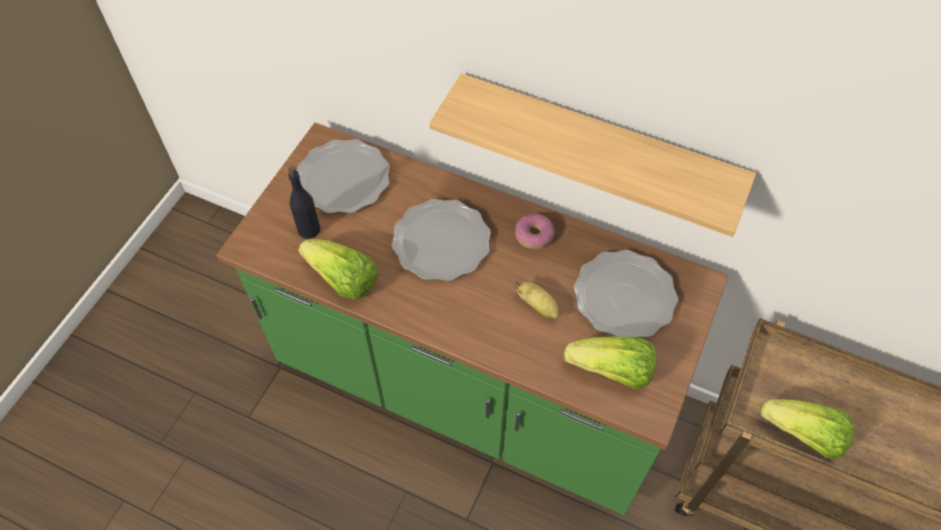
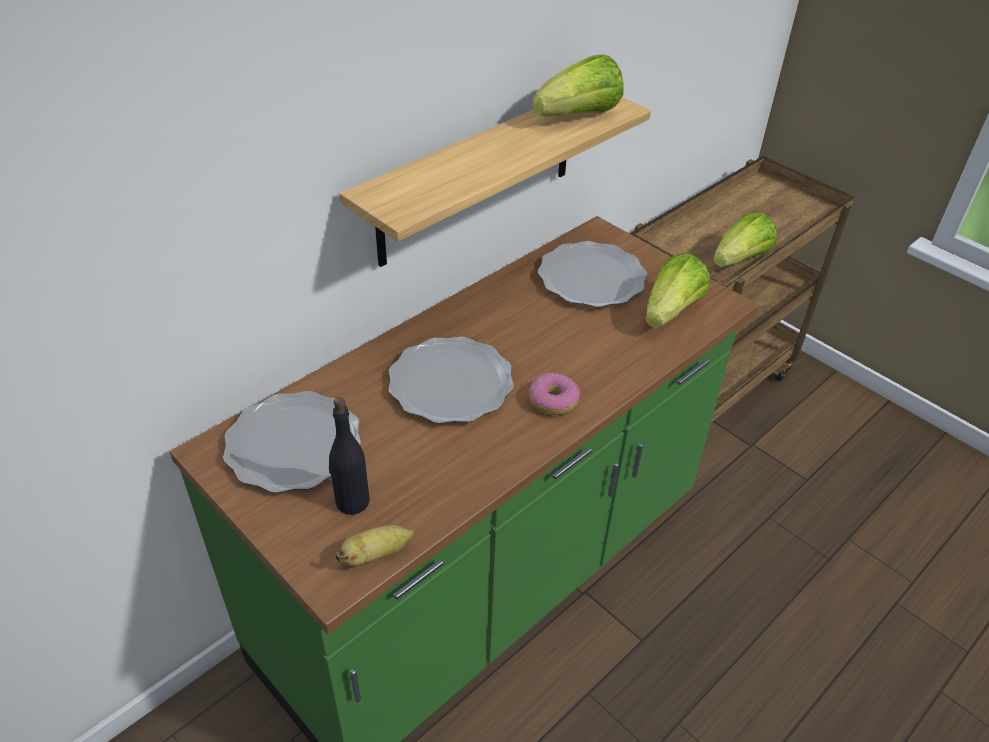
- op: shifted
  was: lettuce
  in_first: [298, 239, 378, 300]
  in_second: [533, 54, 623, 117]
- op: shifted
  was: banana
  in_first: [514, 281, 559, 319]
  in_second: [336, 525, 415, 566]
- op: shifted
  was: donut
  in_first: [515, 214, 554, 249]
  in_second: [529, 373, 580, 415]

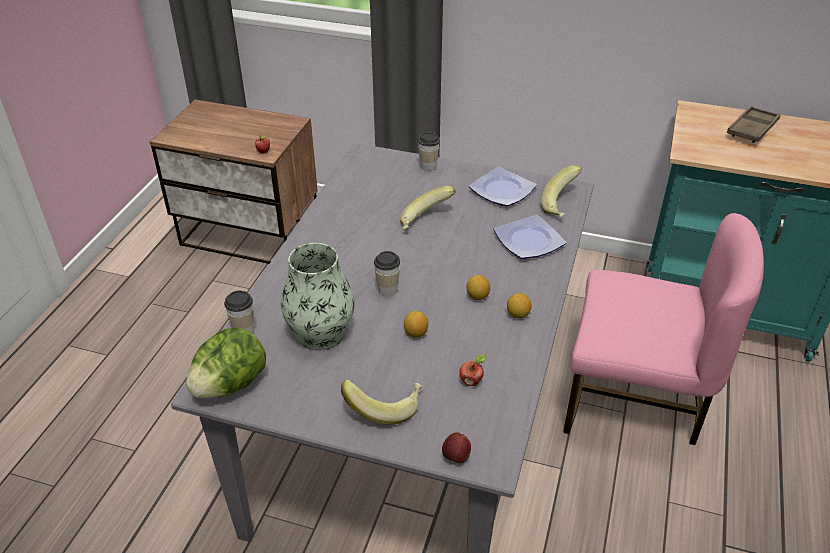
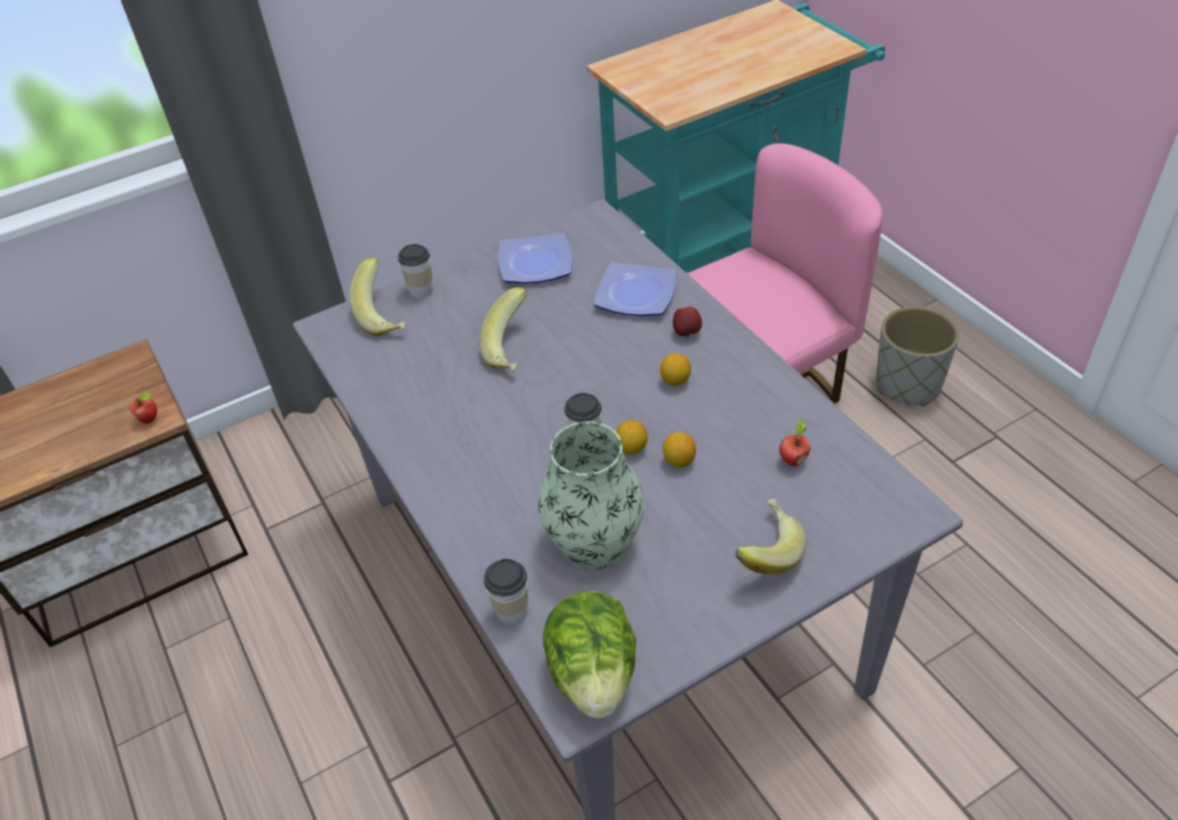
- op: gone
  was: tray (brown)
  in_first: [727, 106, 780, 143]
- op: new
  now: planter (grey)
  in_second: [876, 306, 959, 406]
- op: shifted
  was: apple
  in_first: [442, 433, 471, 463]
  in_second: [673, 307, 702, 338]
- op: shifted
  was: lemon
  in_first: [507, 293, 532, 319]
  in_second: [616, 420, 648, 455]
- op: shifted
  was: banana
  in_first: [541, 165, 582, 217]
  in_second: [349, 258, 405, 336]

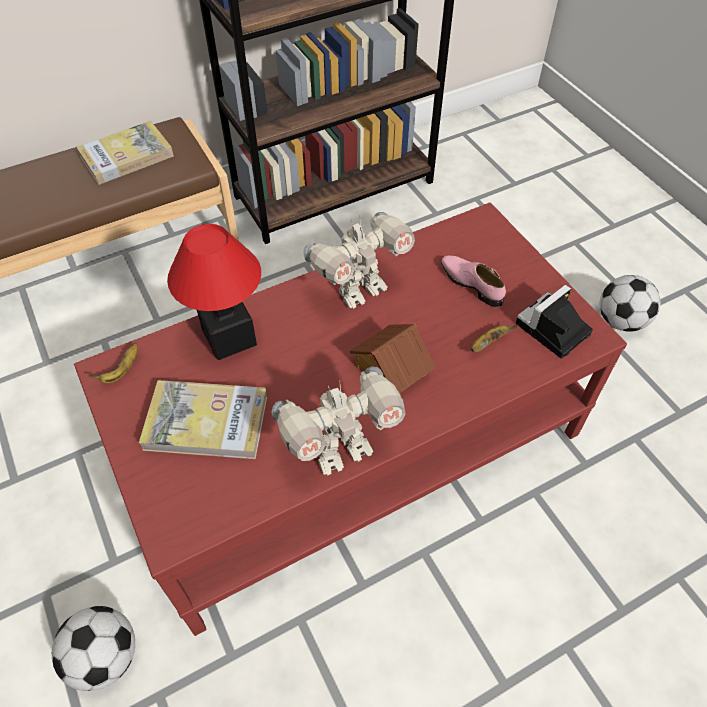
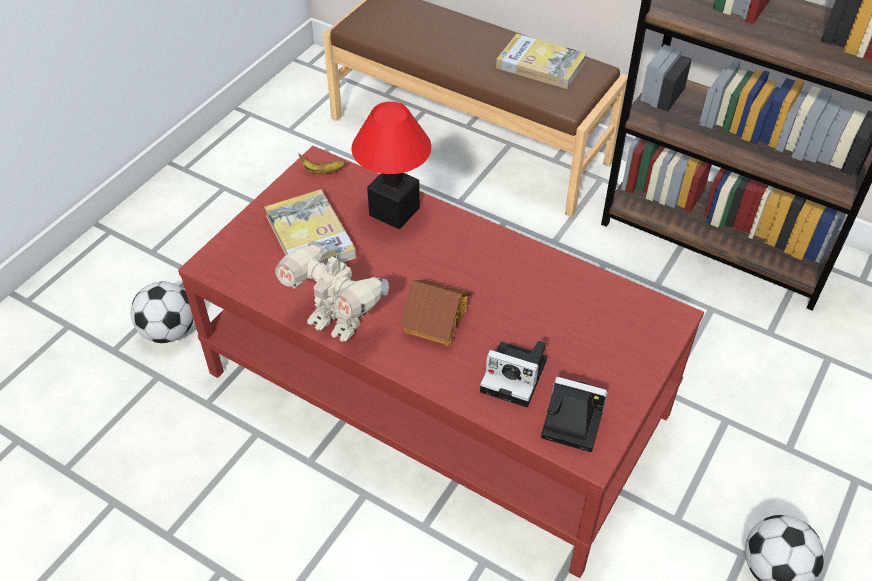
- op: gone
  was: toy robot
  in_first: [303, 212, 415, 309]
- op: gone
  was: shoe (pink)
  in_first: [441, 256, 506, 307]
- op: swapped
  was: banana
  now: photo camera
  in_first: [471, 324, 518, 352]
  in_second: [480, 341, 547, 407]

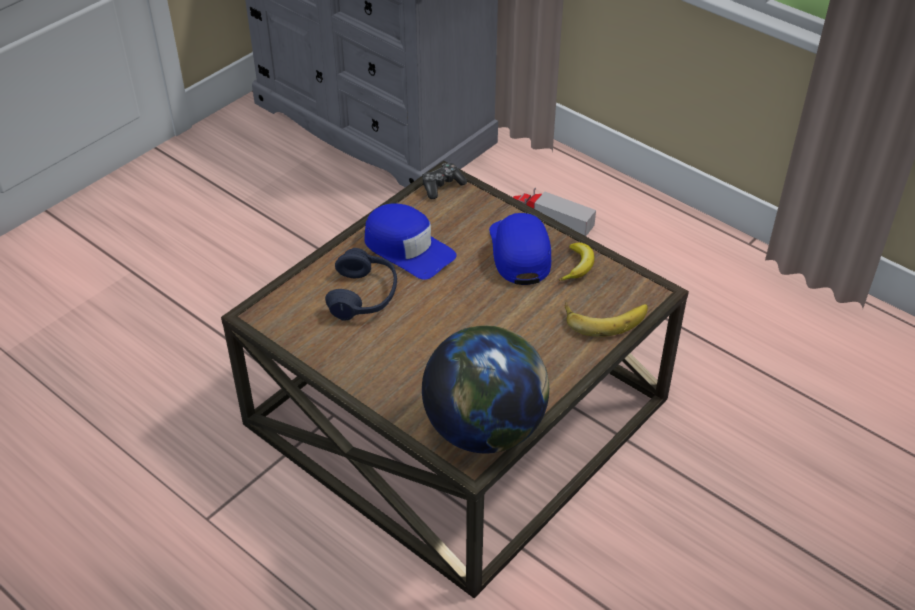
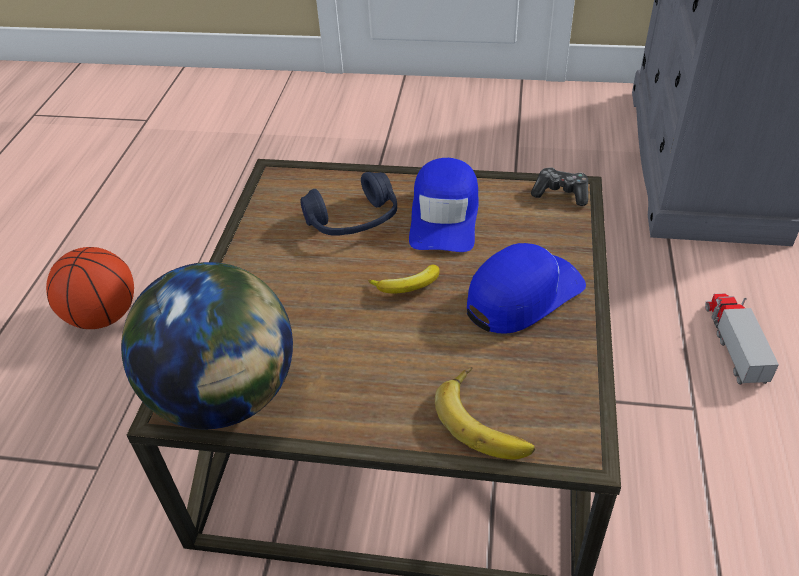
- op: new
  now: basketball
  in_second: [46, 247, 134, 329]
- op: shifted
  was: banana
  in_first: [559, 243, 594, 281]
  in_second: [368, 264, 440, 294]

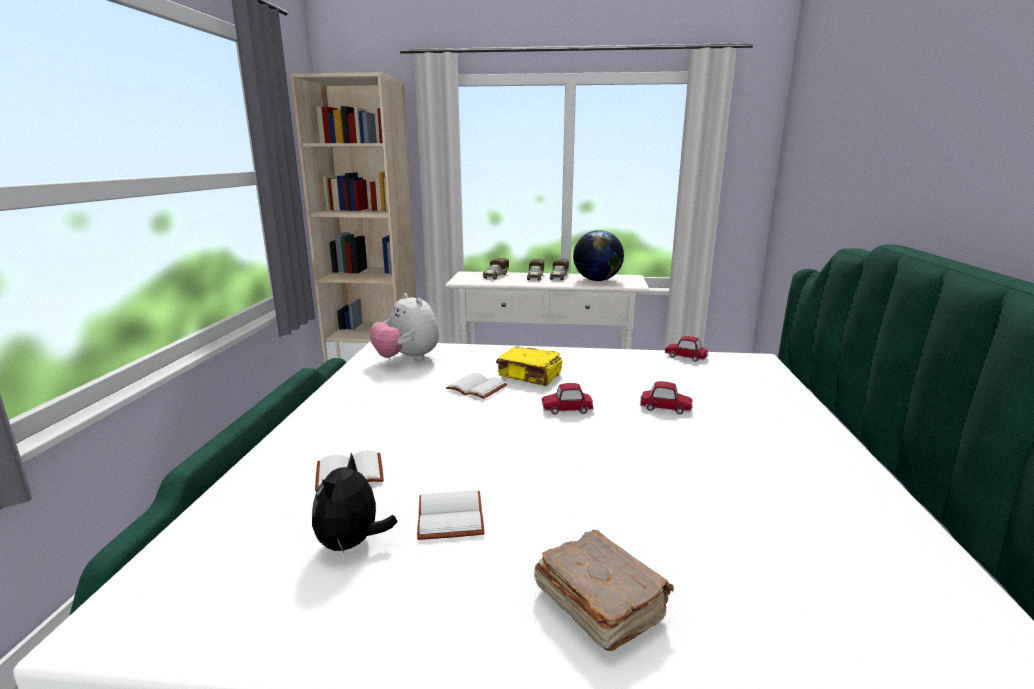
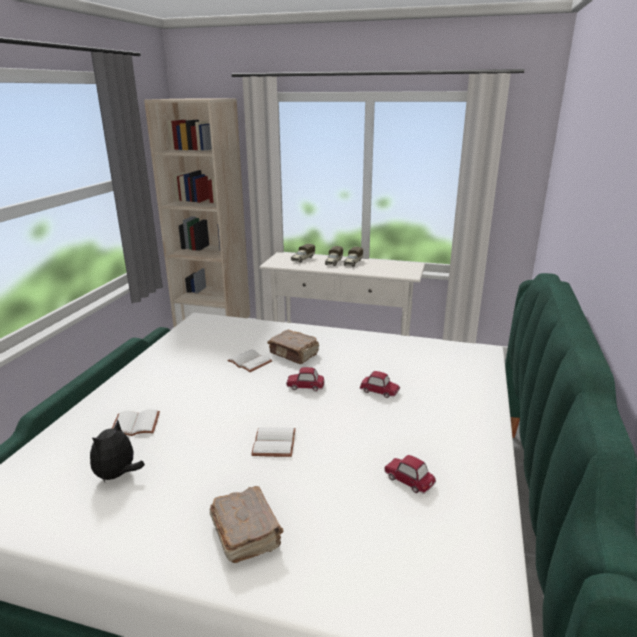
- op: gone
  was: plush toy
  in_first: [370, 293, 439, 361]
- op: gone
  was: globe
  in_first: [573, 230, 624, 281]
- op: shifted
  was: book (white)
  in_first: [417, 490, 484, 540]
  in_second: [251, 427, 296, 457]
- op: shifted
  was: toy car
  in_first: [665, 336, 708, 362]
  in_second: [384, 455, 436, 494]
- op: repainted
  was: book (yellow)
  now: book (brown)
  in_first: [496, 346, 562, 386]
  in_second: [267, 330, 319, 364]

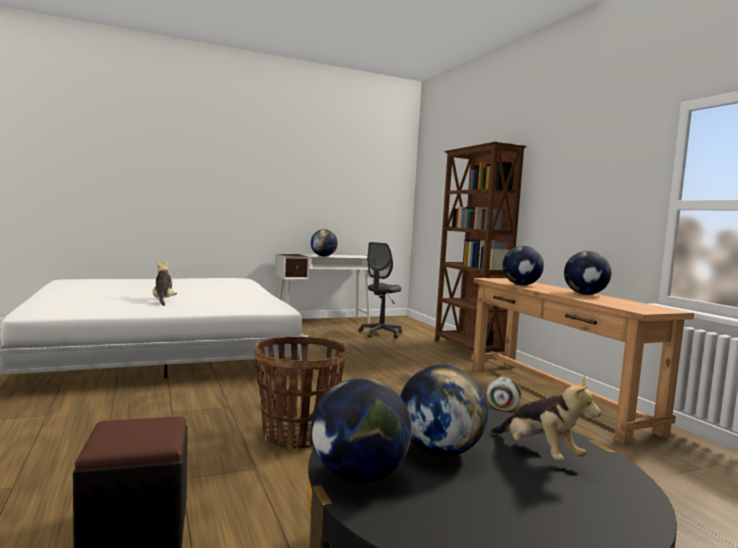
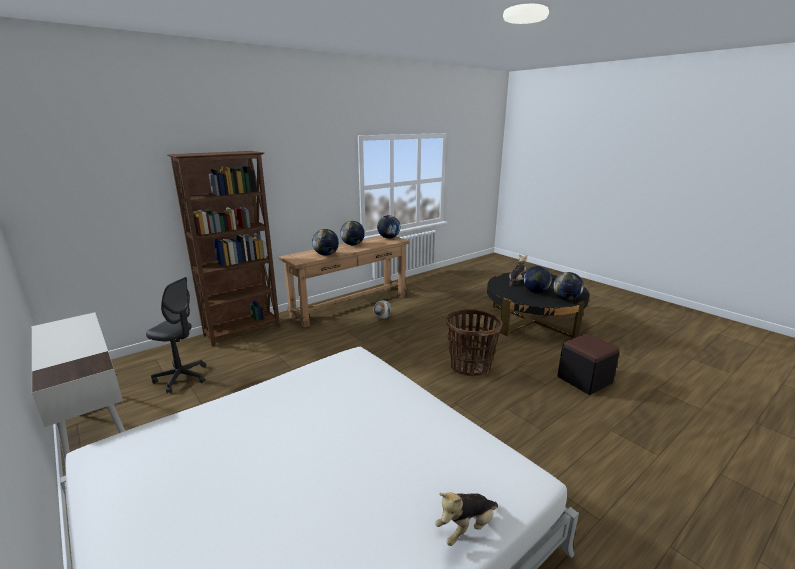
- op: shifted
  was: plush toy
  in_first: [153, 261, 177, 306]
  in_second: [435, 492, 498, 546]
- op: shifted
  was: globe
  in_first: [311, 229, 338, 256]
  in_second: [377, 215, 400, 239]

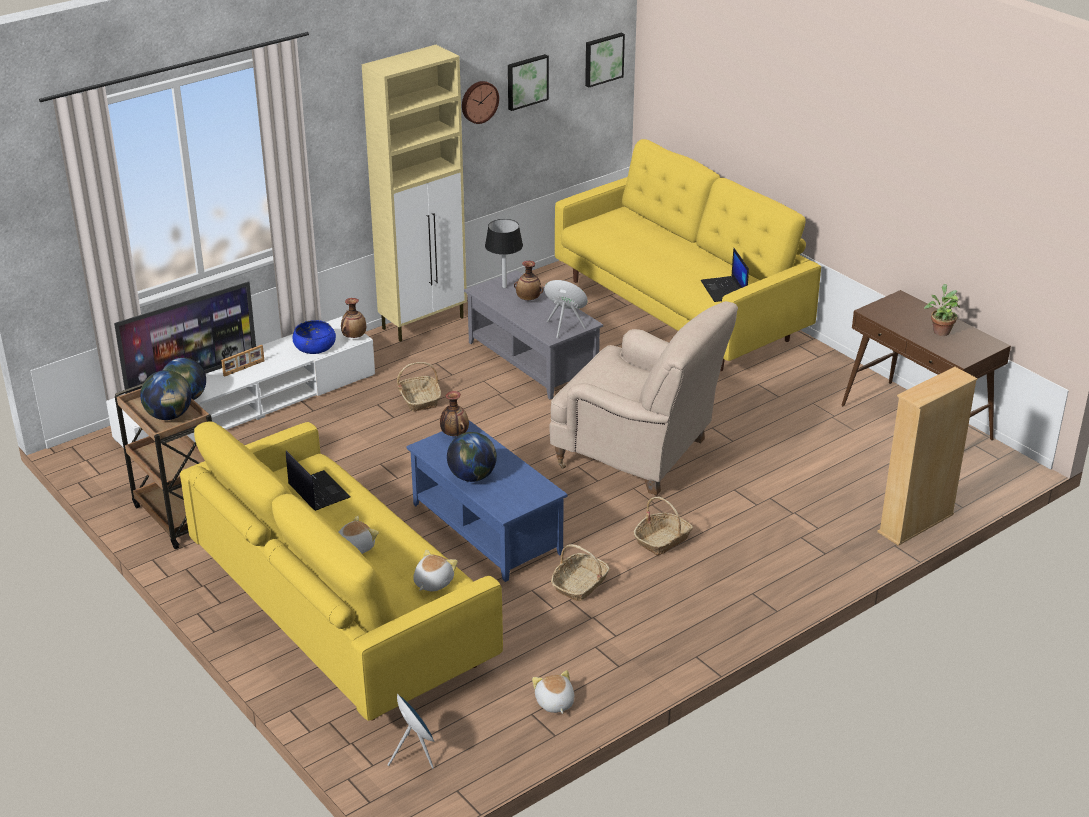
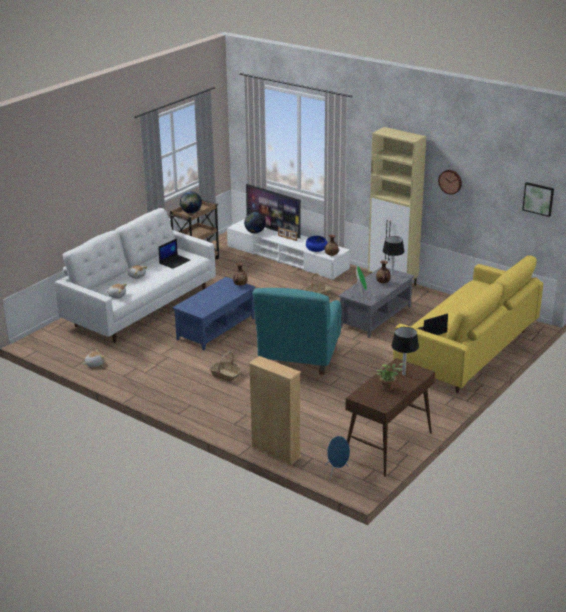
- op: gone
  was: globe
  in_first: [447, 432, 497, 482]
- op: gone
  was: picture
  in_first: [508, 54, 549, 111]
- op: gone
  was: basket
  in_first: [551, 544, 610, 601]
- op: new
  now: table lamp (black)
  in_second: [391, 327, 419, 376]
- op: shifted
  was: speaker (blue)
  in_first: [388, 693, 435, 769]
  in_second: [325, 436, 350, 480]
- op: repainted
  was: sofa (yellow)
  now: sofa (white)
  in_first: [180, 422, 503, 721]
  in_second: [54, 208, 216, 343]
- op: repainted
  was: armchair (beige)
  now: armchair (turquoise)
  in_first: [550, 301, 738, 496]
  in_second: [252, 288, 342, 375]

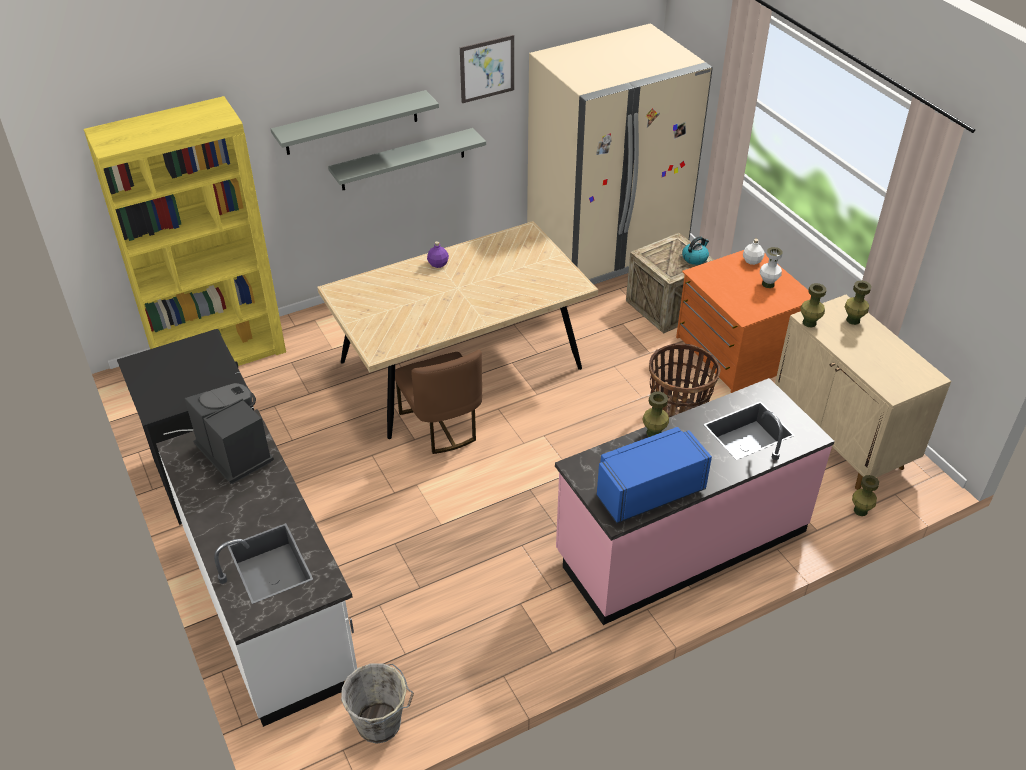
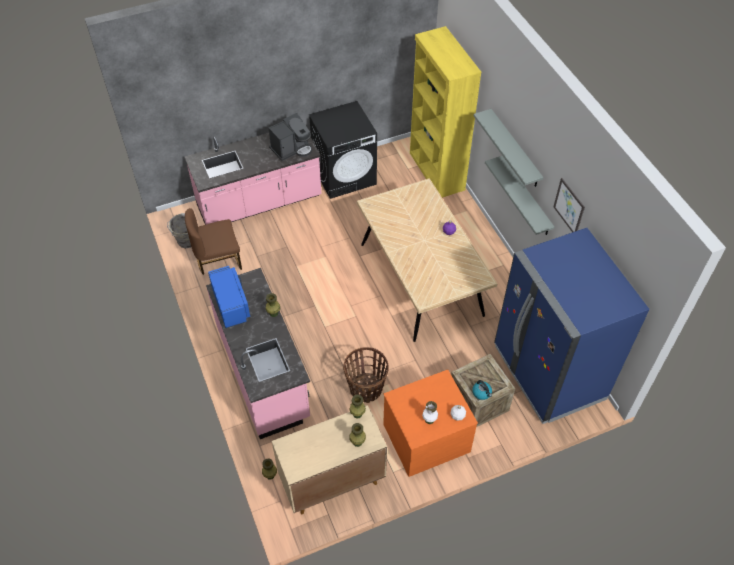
- op: shifted
  was: chair (brown)
  in_first: [395, 350, 482, 454]
  in_second: [185, 208, 242, 275]
- op: repainted
  was: counter (white)
  now: counter (pink)
  in_first: [156, 409, 357, 727]
  in_second: [184, 133, 321, 225]
- op: repainted
  was: fridge (beige)
  now: fridge (blue)
  in_first: [527, 23, 713, 284]
  in_second: [494, 228, 650, 424]

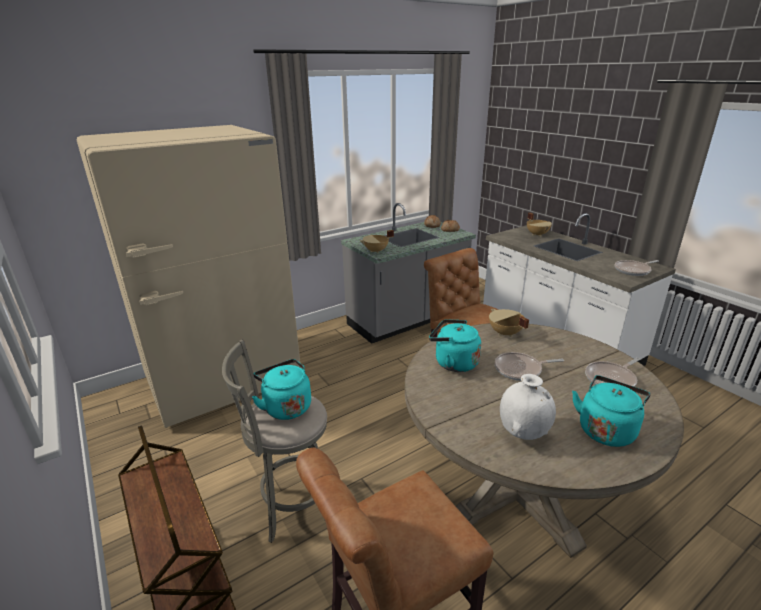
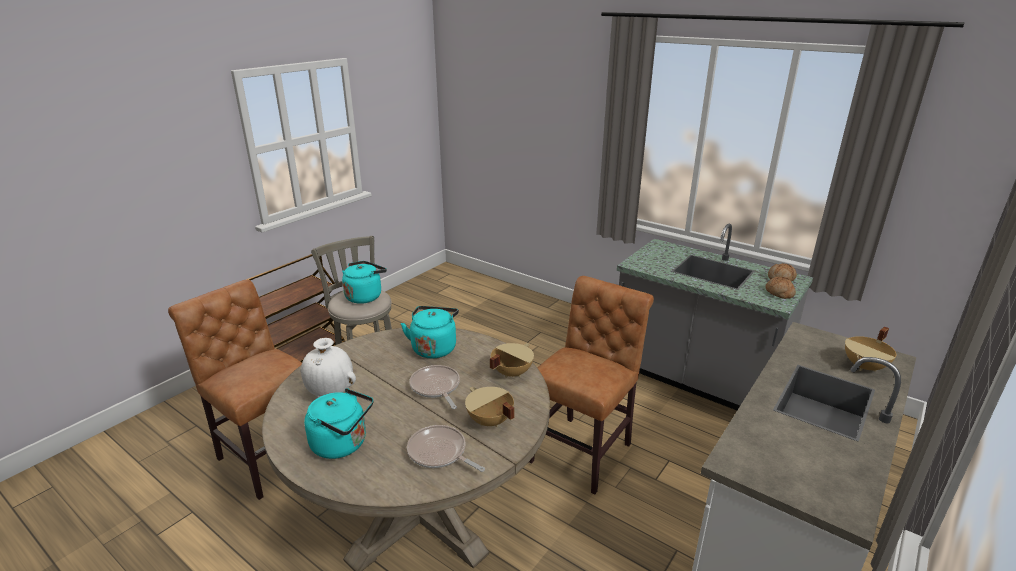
- op: gone
  was: fridge (beige)
  in_first: [77, 125, 301, 428]
- op: gone
  was: frying pan
  in_first: [615, 260, 659, 276]
- op: shifted
  was: cooking pot (beige)
  in_first: [360, 230, 394, 253]
  in_second: [465, 387, 515, 427]

